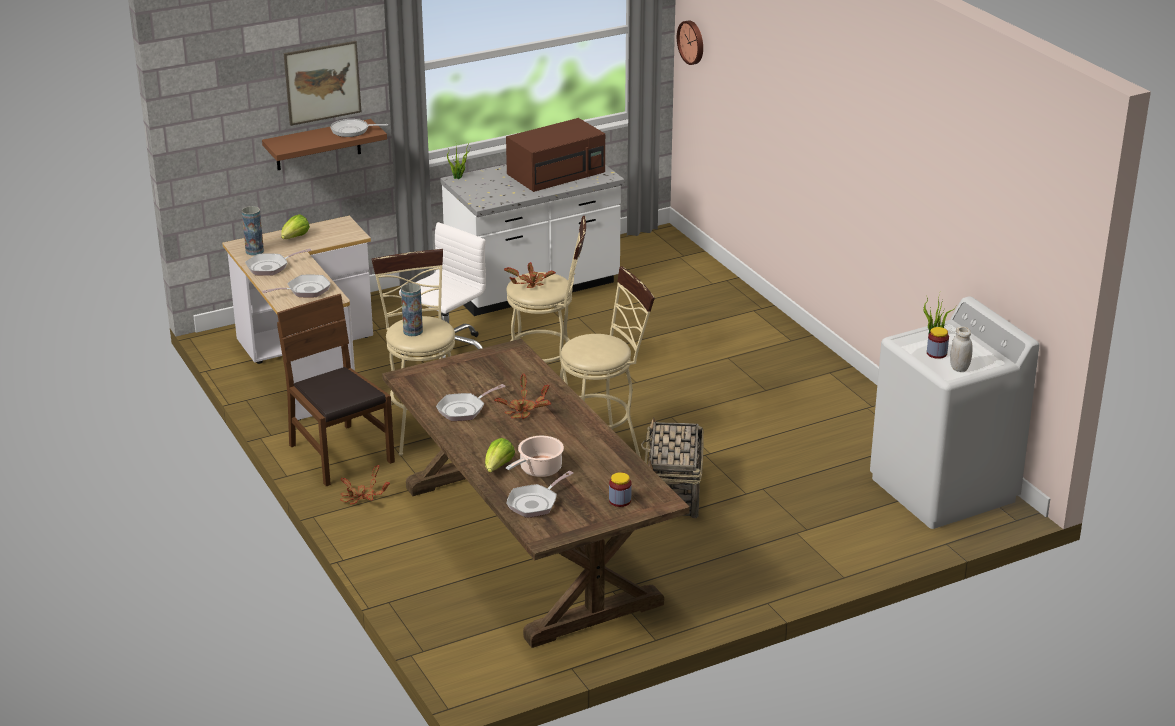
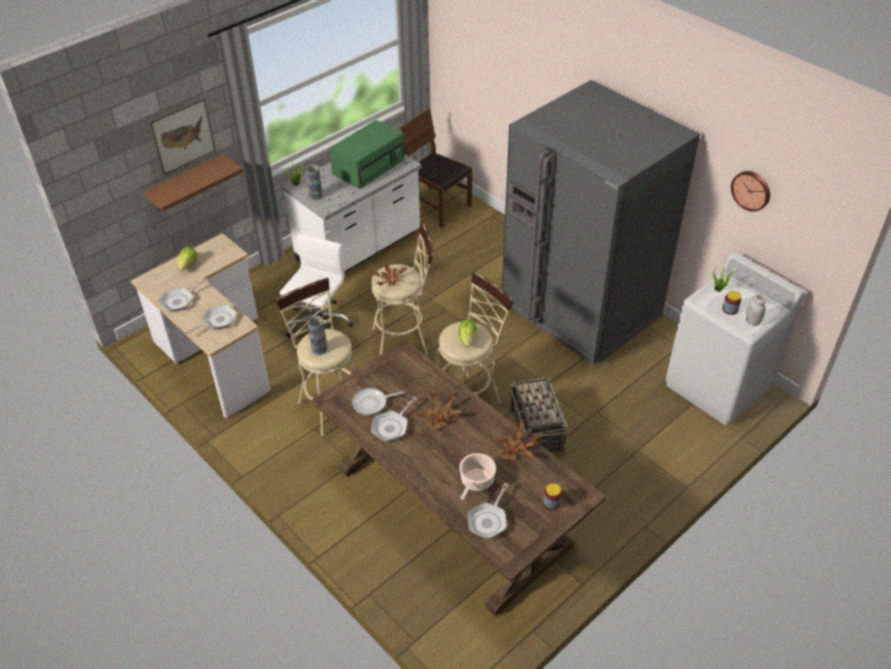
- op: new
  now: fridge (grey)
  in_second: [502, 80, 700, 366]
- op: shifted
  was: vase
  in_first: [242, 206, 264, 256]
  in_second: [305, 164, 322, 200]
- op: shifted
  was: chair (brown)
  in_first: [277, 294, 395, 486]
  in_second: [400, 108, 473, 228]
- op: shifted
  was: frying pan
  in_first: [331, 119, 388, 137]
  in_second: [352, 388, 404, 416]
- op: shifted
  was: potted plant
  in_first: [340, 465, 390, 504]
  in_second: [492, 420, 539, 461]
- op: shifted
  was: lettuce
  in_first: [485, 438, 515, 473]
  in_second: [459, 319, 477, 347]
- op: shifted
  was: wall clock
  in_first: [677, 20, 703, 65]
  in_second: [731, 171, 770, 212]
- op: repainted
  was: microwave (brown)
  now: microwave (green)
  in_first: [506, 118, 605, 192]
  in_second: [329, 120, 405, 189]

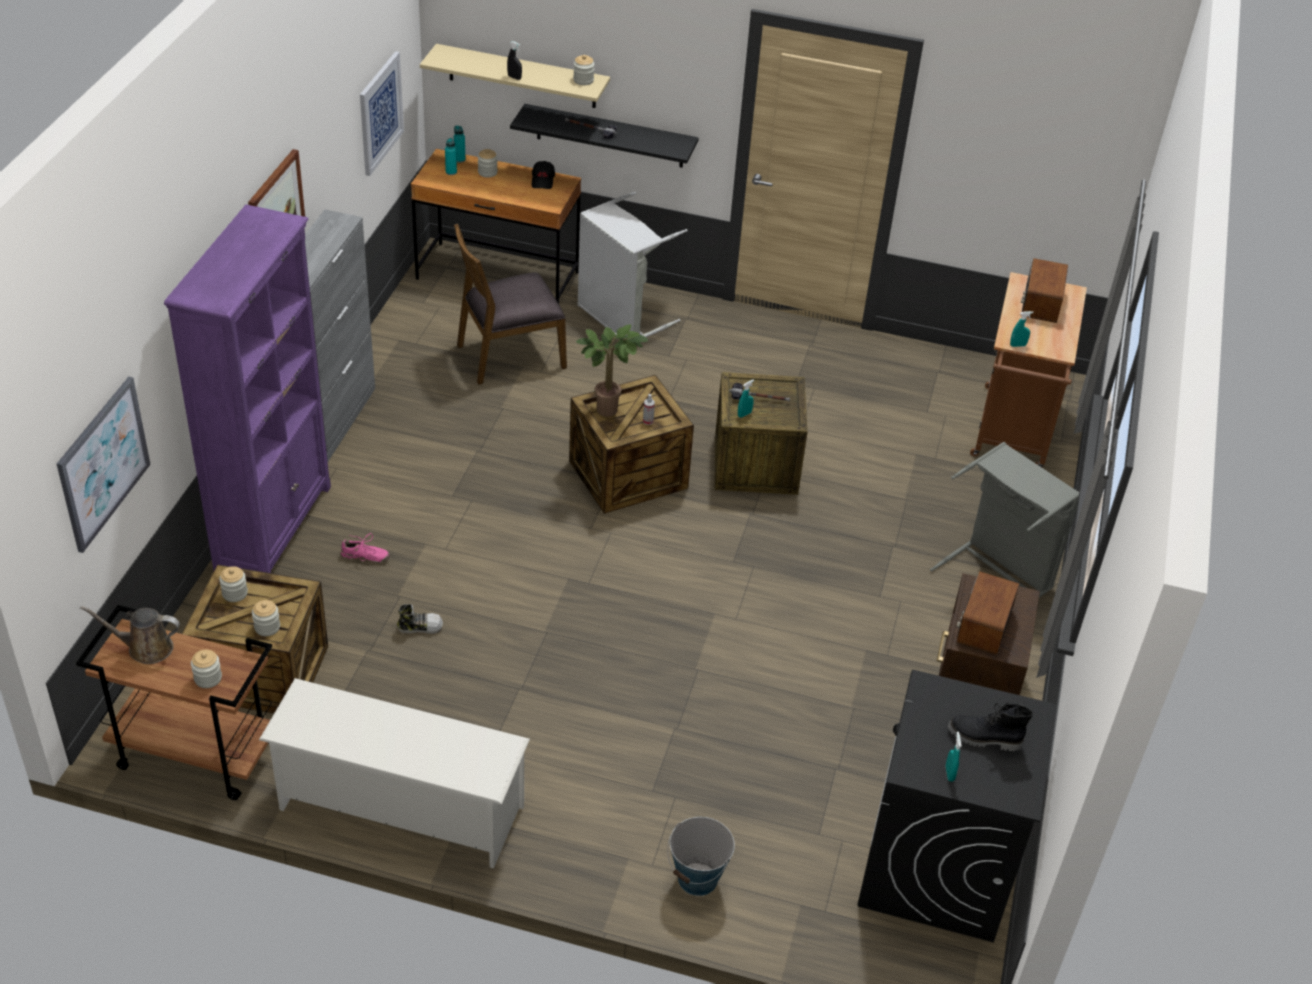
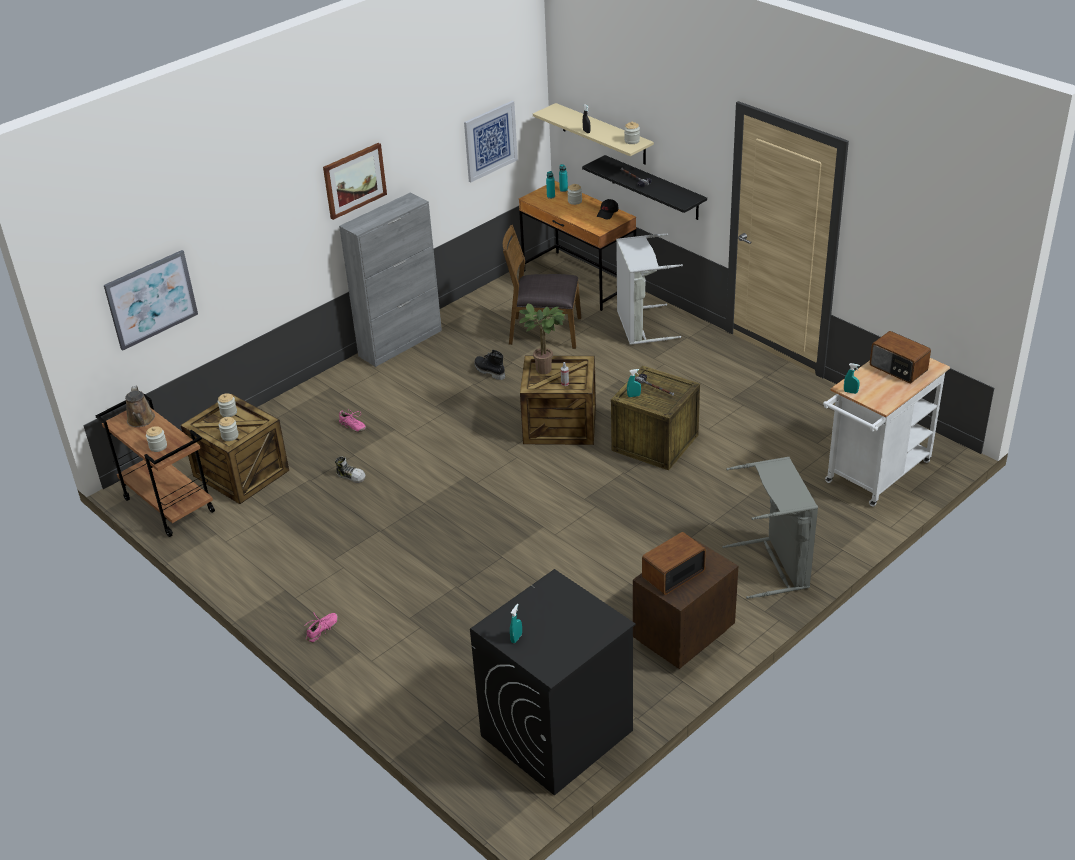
- op: gone
  was: bookcase (purple)
  in_first: [164, 205, 331, 573]
- op: gone
  was: shoe rack (white)
  in_first: [259, 678, 530, 868]
- op: gone
  was: bucket
  in_first: [667, 817, 735, 896]
- op: new
  now: shoe (pink)
  in_second: [304, 612, 338, 642]
- op: shifted
  was: boot (black)
  in_first: [948, 703, 1033, 751]
  in_second: [474, 350, 505, 380]
- op: repainted
  was: cart (brown)
  now: cart (white)
  in_first: [970, 272, 1087, 468]
  in_second: [823, 358, 950, 507]
- op: rotated
  was: watering can (brown)
  in_first: [80, 606, 180, 664]
  in_second: [125, 386, 155, 427]
  clockwise: -135
- op: rotated
  was: radio
  in_first: [1021, 258, 1068, 323]
  in_second: [870, 331, 931, 383]
  clockwise: -90

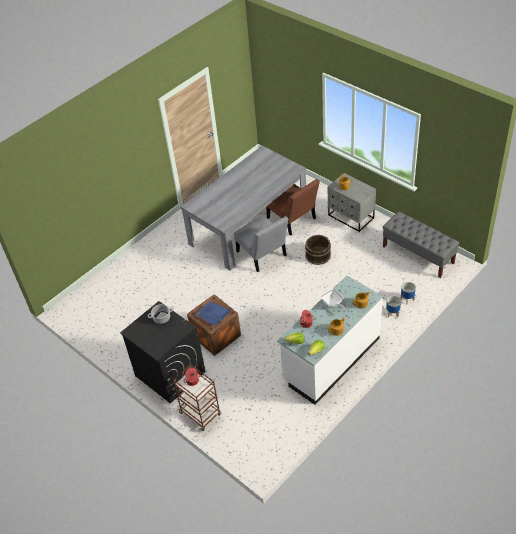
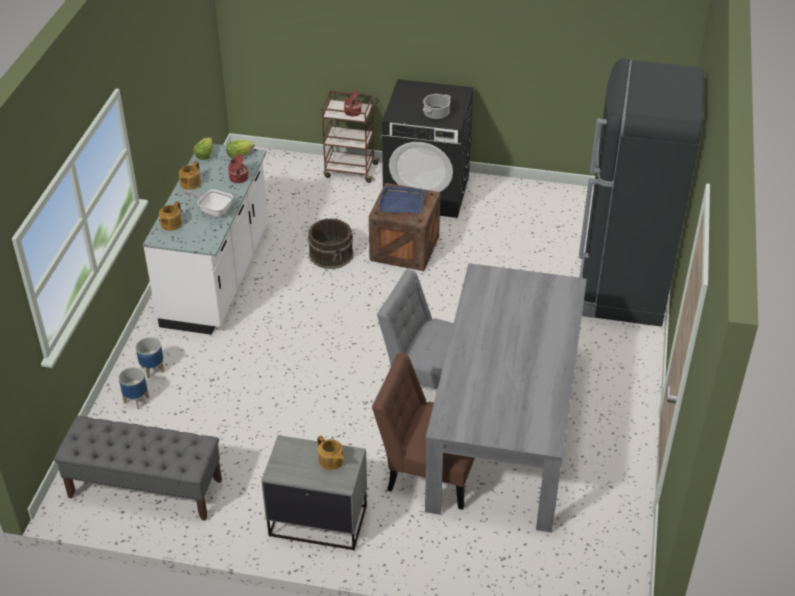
- op: new
  now: fridge (black)
  in_second: [579, 59, 704, 327]
- op: shifted
  was: bucket (brown)
  in_first: [305, 235, 331, 265]
  in_second: [308, 218, 354, 269]

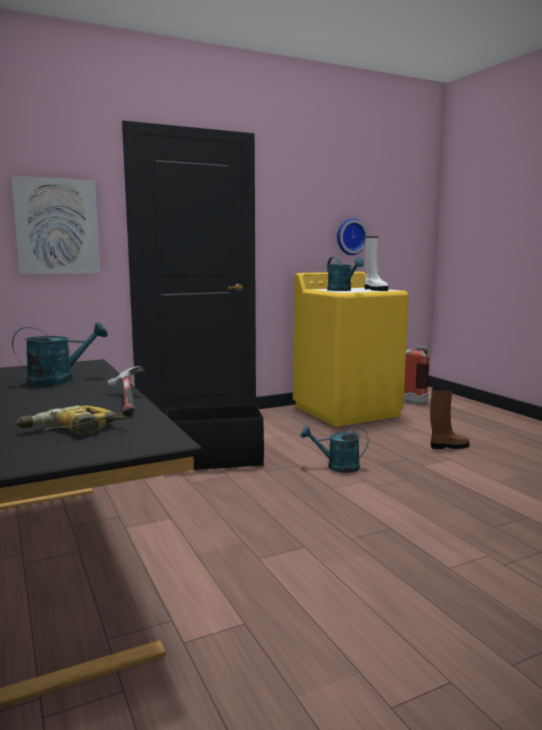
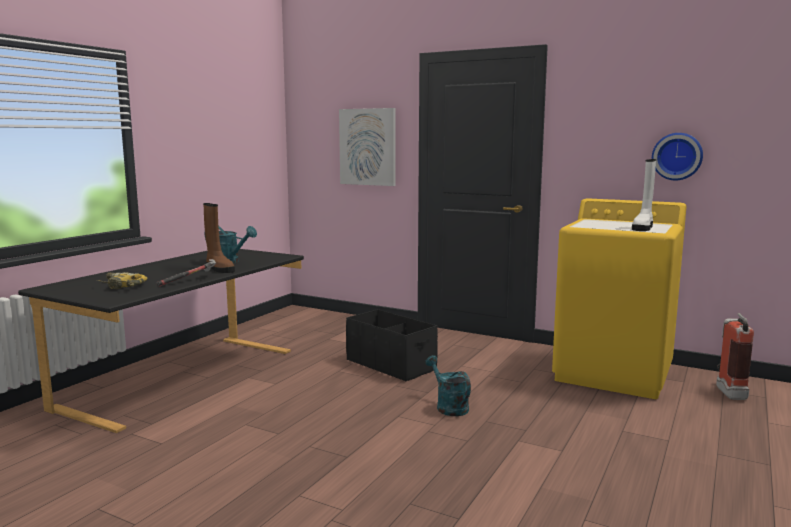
- op: gone
  was: watering can (turquoise)
  in_first: [327, 257, 364, 291]
- op: shifted
  was: boot (brown)
  in_first: [430, 388, 470, 449]
  in_second: [203, 203, 235, 273]

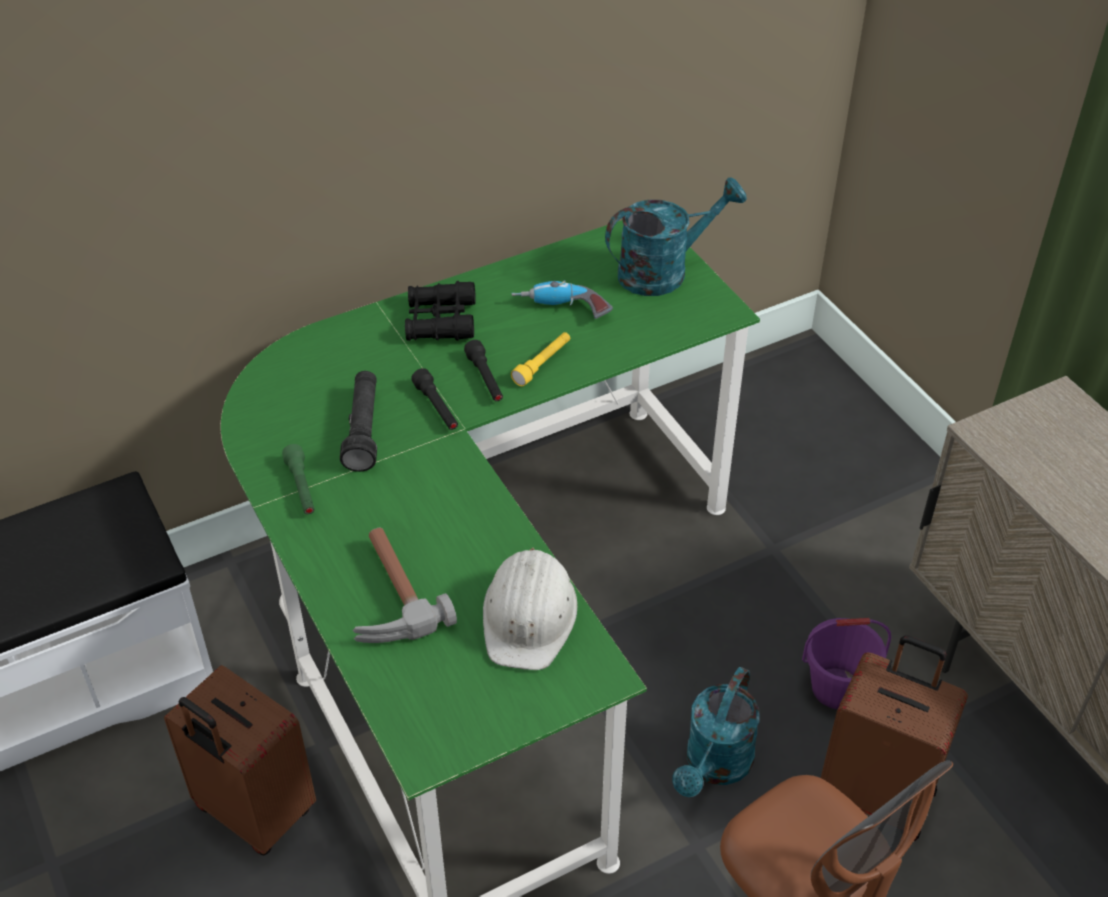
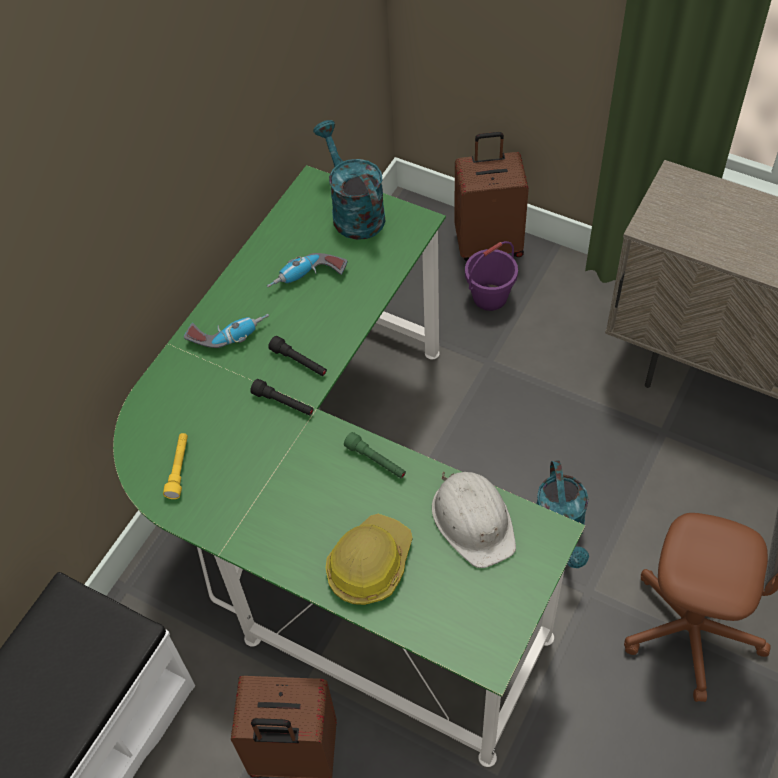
- op: gone
  was: flashlight (black)
  in_first: [340, 371, 377, 472]
- op: shifted
  was: flashlight (green)
  in_first: [282, 444, 315, 514]
  in_second: [344, 432, 406, 478]
- op: shifted
  was: flashlight (yellow)
  in_first: [511, 332, 570, 386]
  in_second: [163, 433, 188, 499]
- op: shifted
  was: bucket (purple)
  in_first: [802, 618, 891, 709]
  in_second: [465, 241, 518, 311]
- op: shifted
  was: suitcase (brown)
  in_first: [821, 635, 968, 841]
  in_second: [454, 132, 529, 261]
- op: swapped
  was: hammer
  now: hard hat
  in_first: [352, 527, 457, 643]
  in_second: [326, 514, 413, 605]
- op: swapped
  was: binoculars (black)
  now: power drill
  in_first: [405, 281, 476, 341]
  in_second: [184, 314, 269, 348]
- op: rotated
  was: watering can (turquoise)
  in_first: [605, 177, 747, 296]
  in_second: [313, 120, 386, 240]
  clockwise: -60

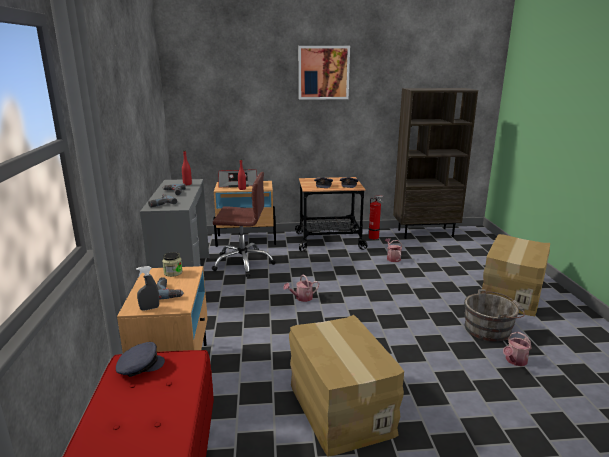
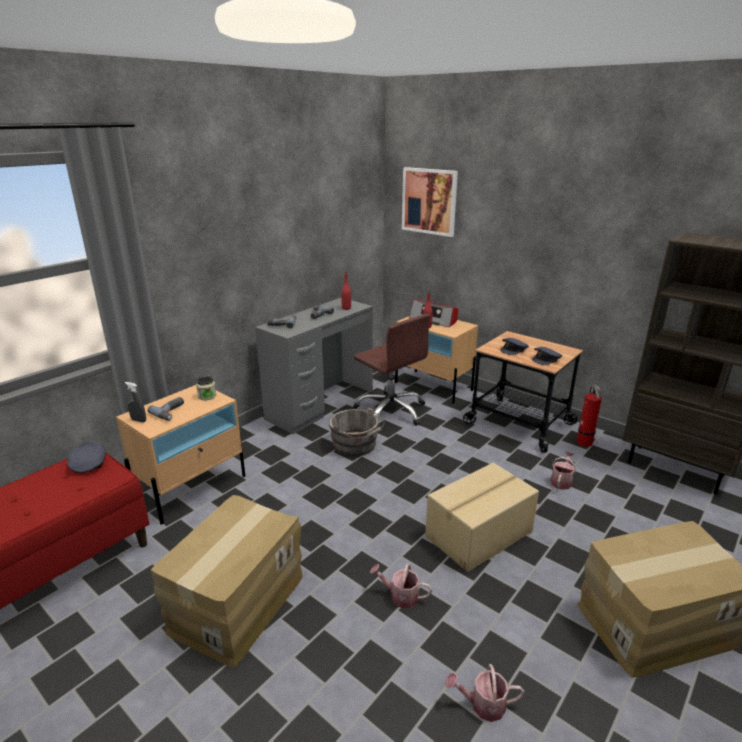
- op: new
  now: cardboard box
  in_second: [425, 463, 539, 572]
- op: shifted
  was: watering can
  in_first: [283, 275, 319, 302]
  in_second: [370, 563, 432, 608]
- op: shifted
  was: picture
  in_first: [299, 46, 350, 100]
  in_second: [402, 167, 458, 237]
- op: shifted
  was: bucket (grey)
  in_first: [464, 289, 525, 342]
  in_second: [329, 407, 384, 456]
- op: rotated
  was: cap (grey)
  in_first: [116, 342, 165, 377]
  in_second: [67, 441, 106, 473]
  clockwise: -120

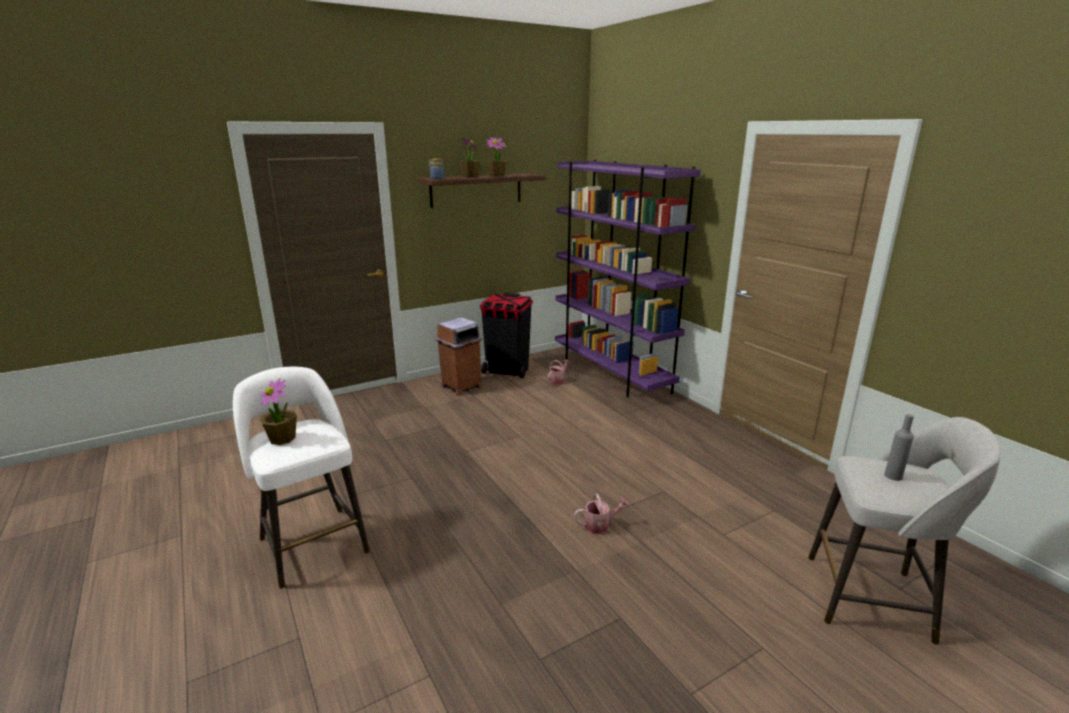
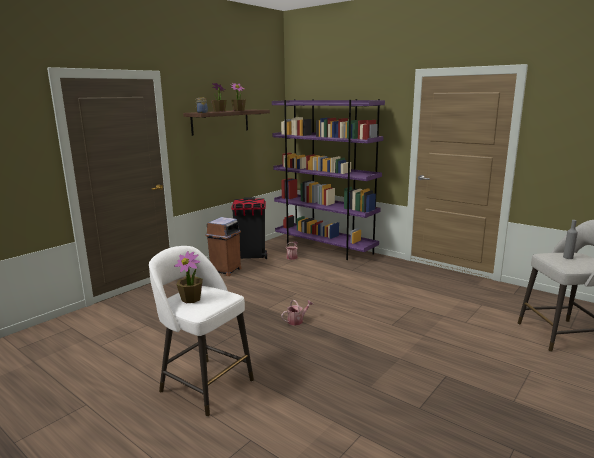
- op: shifted
  was: watering can
  in_first: [574, 494, 629, 534]
  in_second: [281, 300, 313, 326]

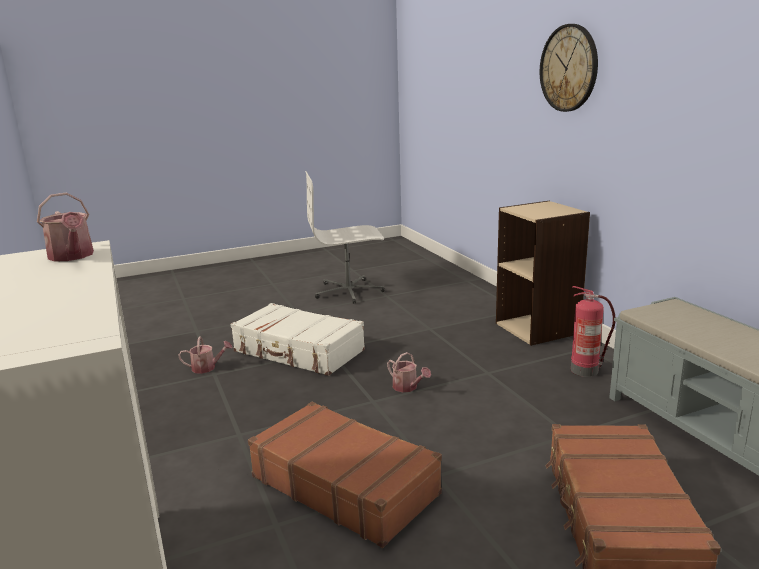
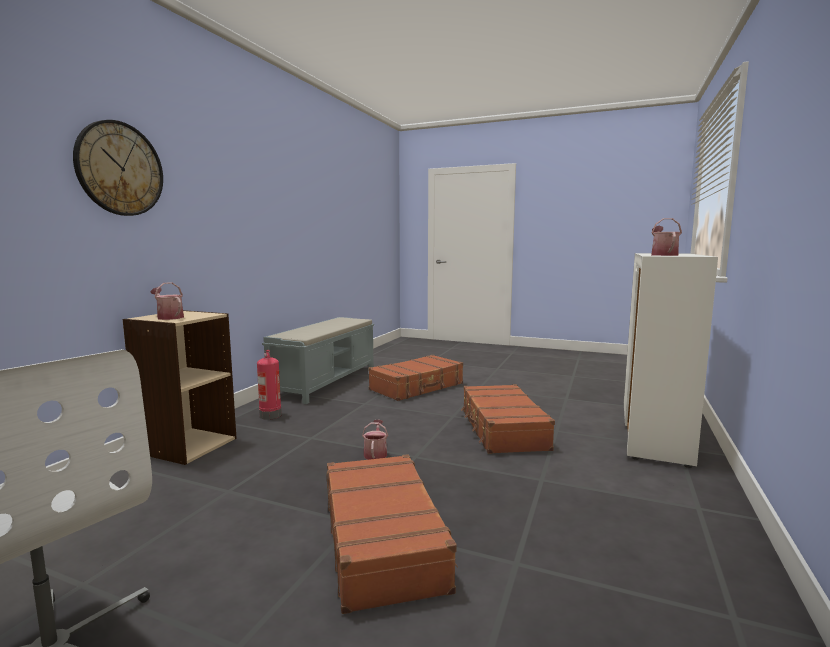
- op: shifted
  was: watering can
  in_first: [178, 336, 233, 374]
  in_second: [150, 282, 184, 320]
- op: repainted
  was: suitcase (white)
  now: suitcase (brown)
  in_first: [231, 303, 365, 376]
  in_second: [327, 454, 458, 614]

